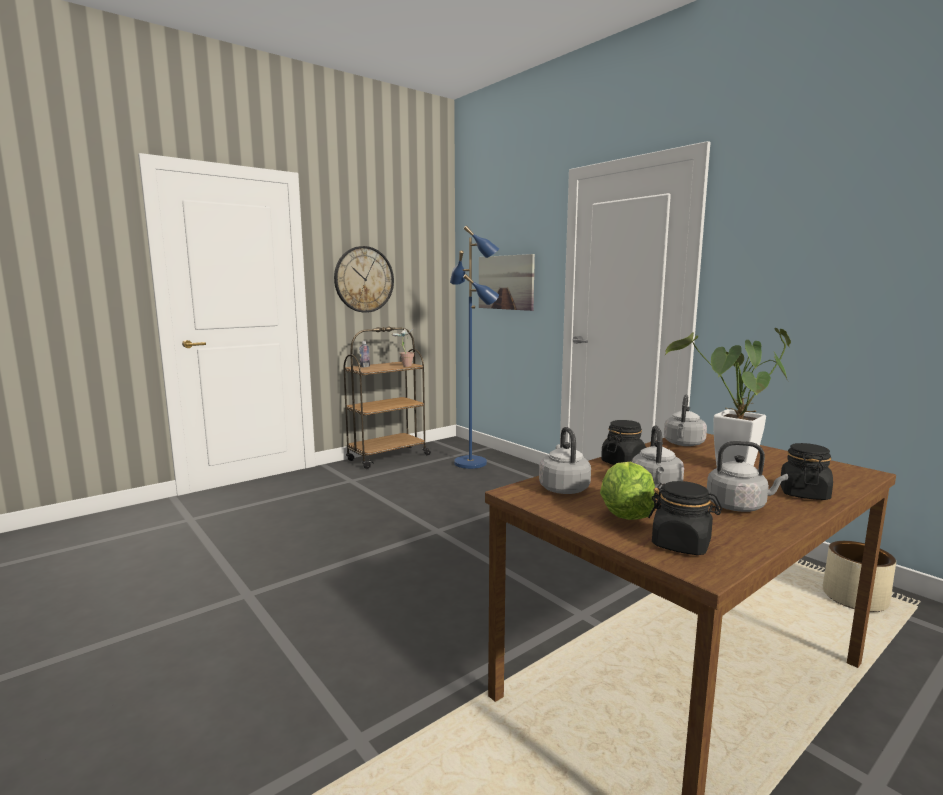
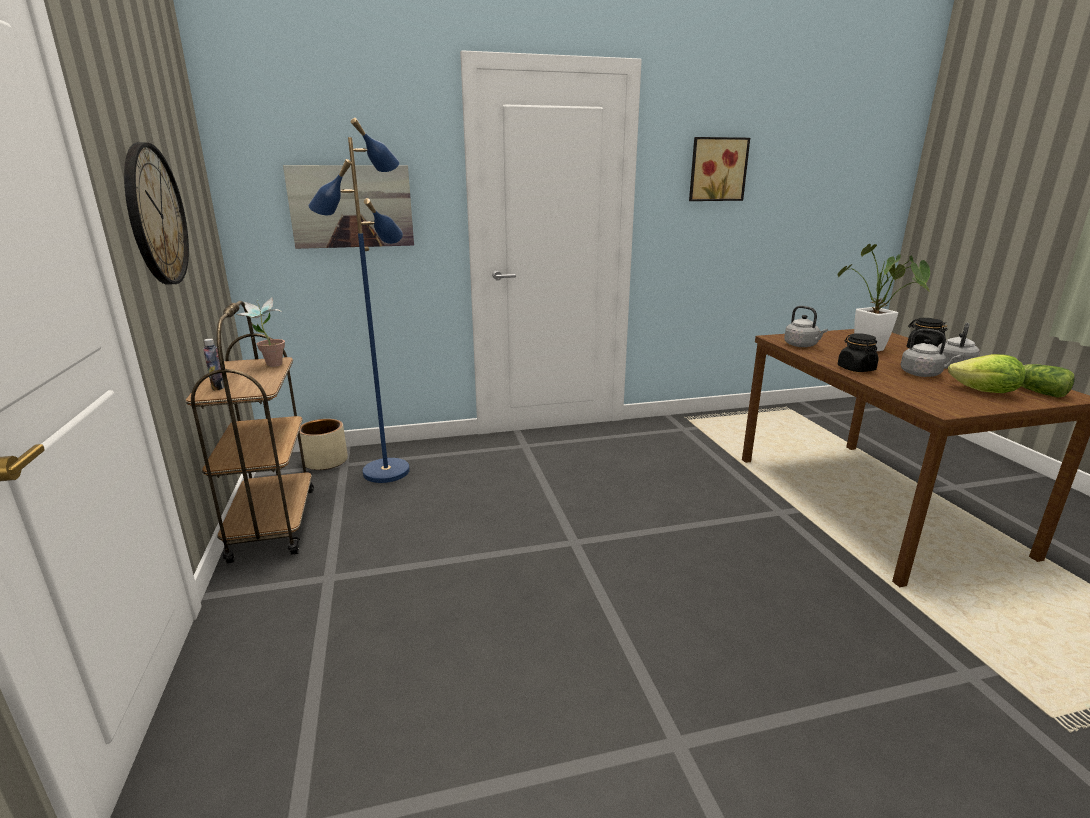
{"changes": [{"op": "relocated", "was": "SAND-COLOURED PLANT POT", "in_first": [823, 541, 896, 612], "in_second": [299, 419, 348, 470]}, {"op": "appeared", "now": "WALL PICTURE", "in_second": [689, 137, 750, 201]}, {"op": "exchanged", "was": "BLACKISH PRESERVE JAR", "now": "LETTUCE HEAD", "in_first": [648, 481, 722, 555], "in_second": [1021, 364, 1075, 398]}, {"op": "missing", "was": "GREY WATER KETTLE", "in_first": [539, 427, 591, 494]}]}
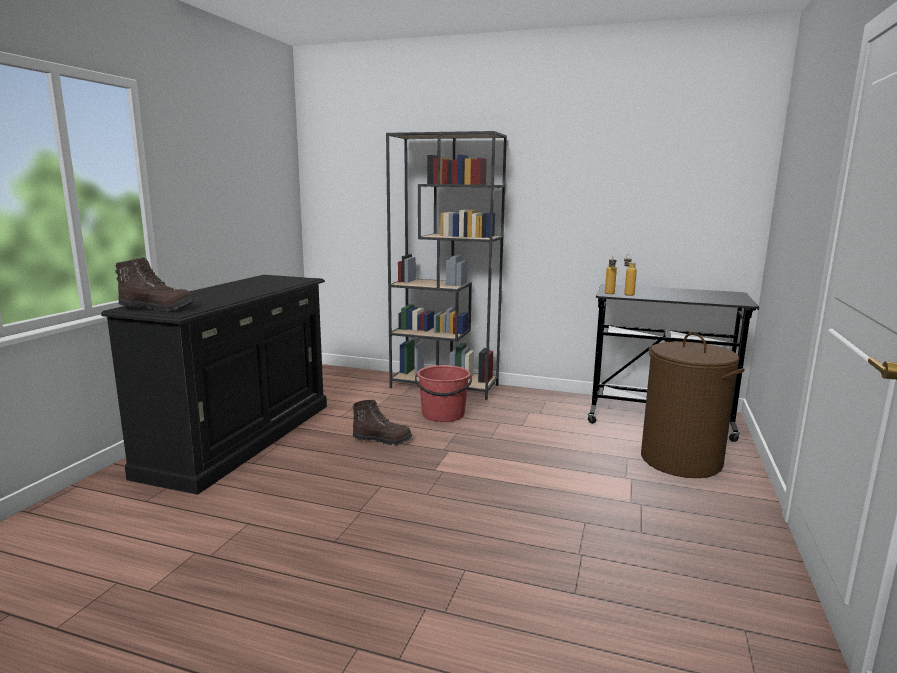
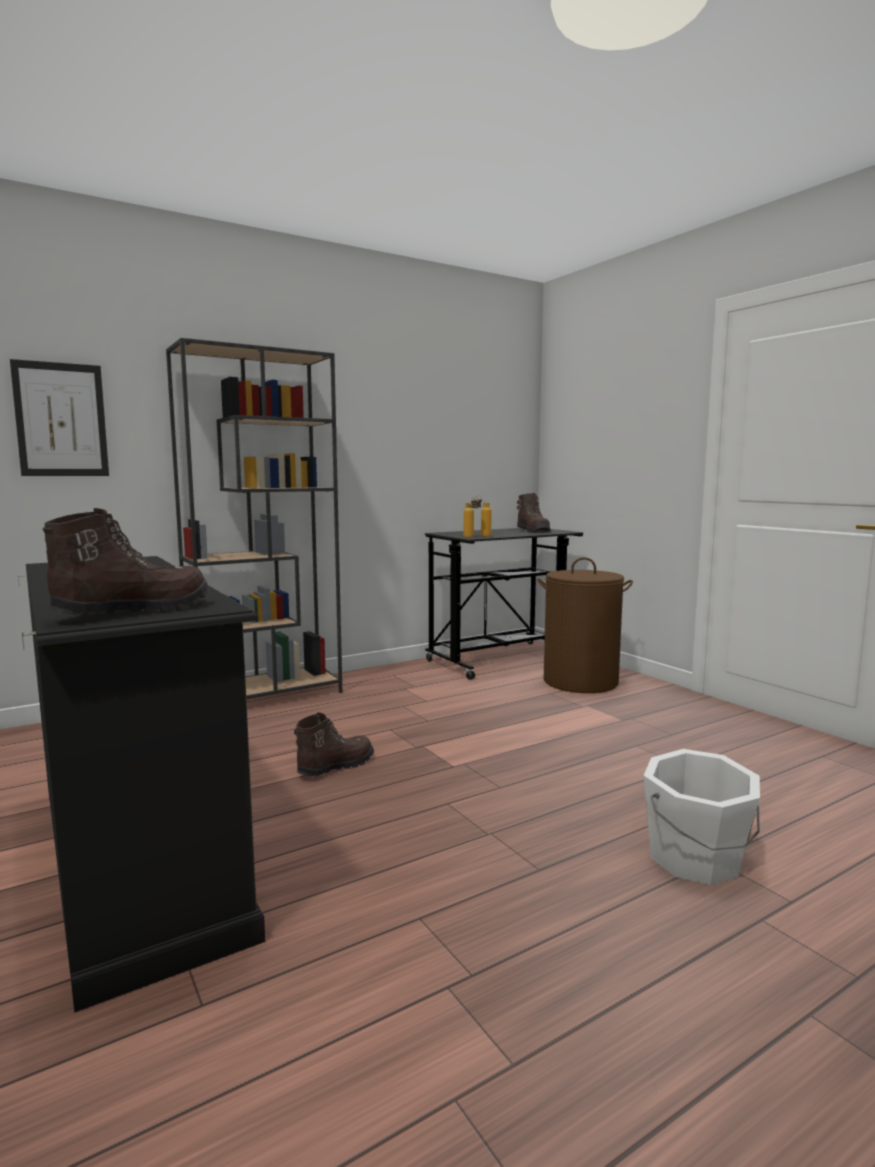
{"changes": [{"op": "appeared", "now": "WALL PICTURE", "in_second": [10, 359, 109, 476]}, {"op": "appeared", "now": "BROWNISH BOOT", "in_second": [517, 493, 551, 533]}, {"op": "appeared", "now": "WHITE WATER BUCKET", "in_second": [644, 749, 760, 885]}, {"op": "missing", "was": "RED-COLOURED WATER BUCKET", "in_first": [415, 365, 472, 422]}]}
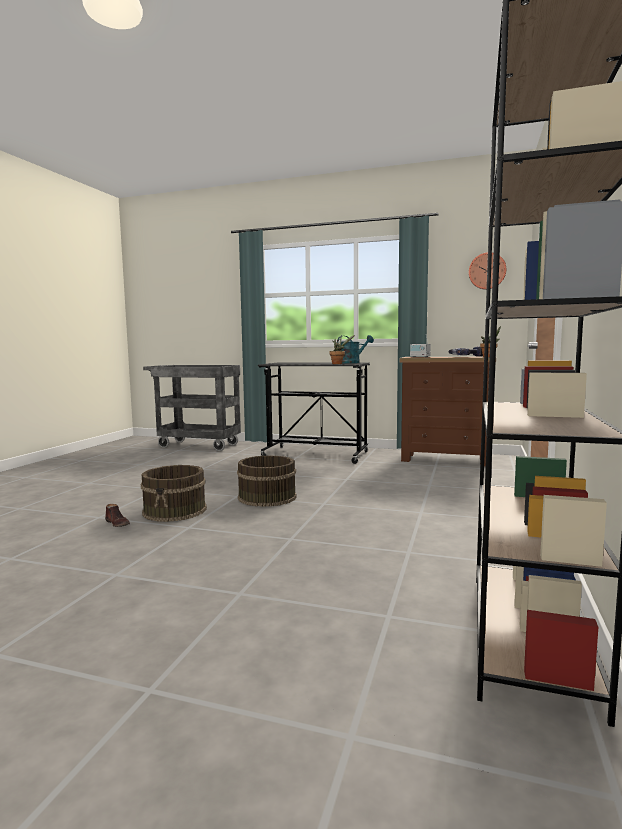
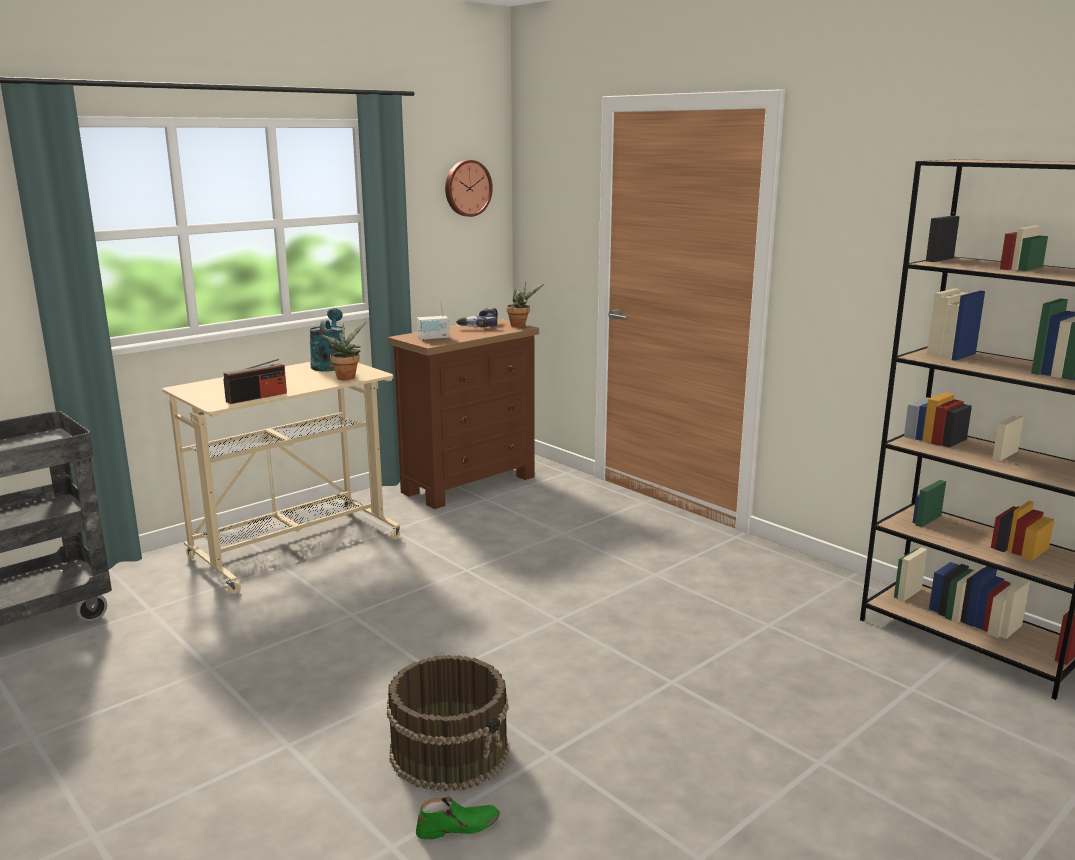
{"changes": [{"op": "colour", "was": "BLACKISH DESK UNIT", "now": "SAND-COLOURED DESK UNIT", "in_first": [258, 363, 370, 464], "in_second": [162, 362, 400, 594]}, {"op": "appeared", "now": "RADIO RECEIVER", "in_second": [223, 359, 287, 404]}, {"op": "colour", "was": "BROWNISH SHOE", "now": "GREEN-COLOURED SHOE", "in_first": [105, 504, 130, 527], "in_second": [416, 797, 500, 839]}, {"op": "missing", "was": "BROWNISH WATER BUCKET", "in_first": [237, 455, 297, 507]}]}
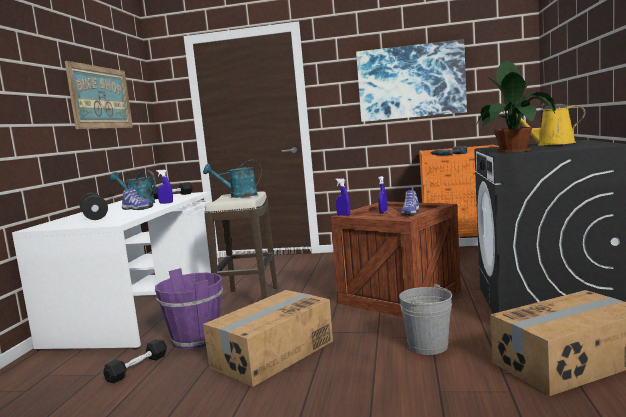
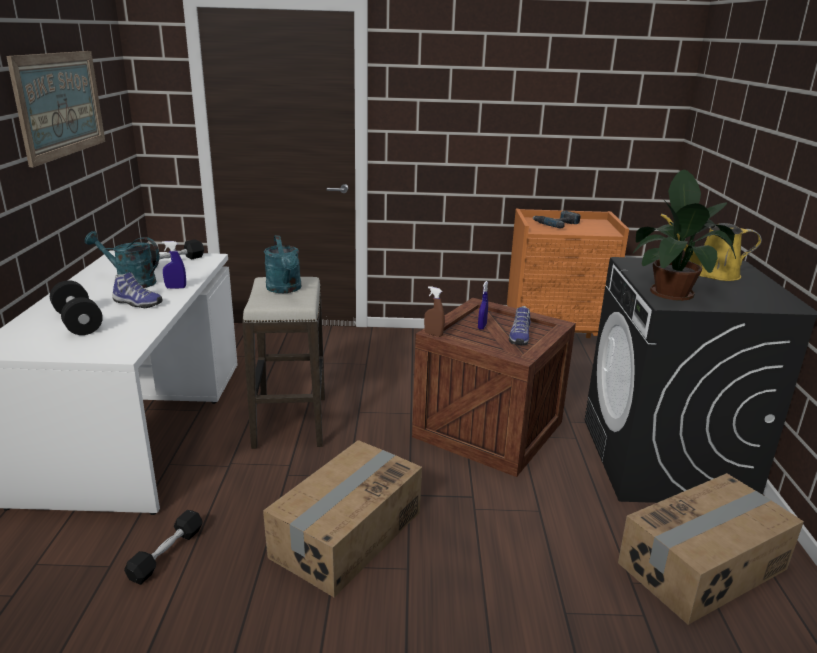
{"changes": [{"op": "spun", "was": "TURQUOISE-COLOURED SPRINKLING CAN", "in_first": [203, 160, 262, 198], "in_second": [264, 235, 301, 293], "clockwise": -90}, {"op": "colour", "was": "BLUISH SPRAY BOTTLE", "now": "BROWNISH SPRAY BOTTLE", "in_first": [335, 178, 350, 216], "in_second": [424, 286, 445, 337]}, {"op": "missing", "was": "PURPLE-COLOURED WATER BUCKET", "in_first": [155, 268, 223, 349]}, {"op": "missing", "was": "WALL PICTURE", "in_first": [356, 39, 467, 122]}, {"op": "missing", "was": "GREY WATER BUCKET", "in_first": [399, 284, 452, 355]}]}
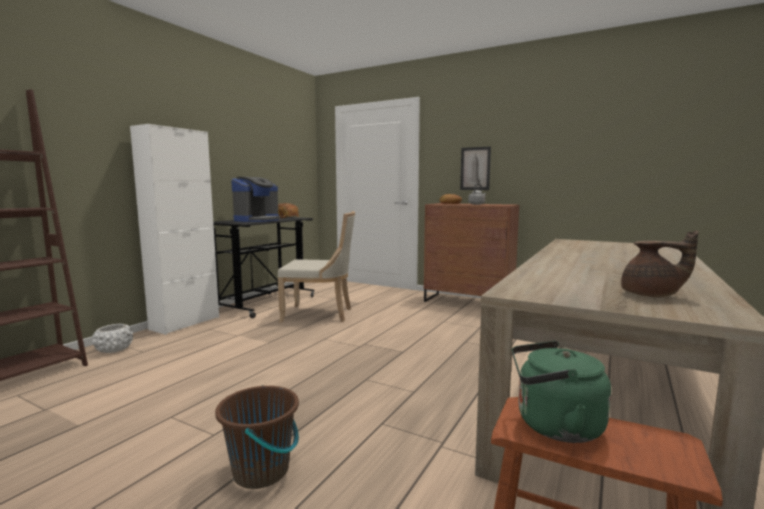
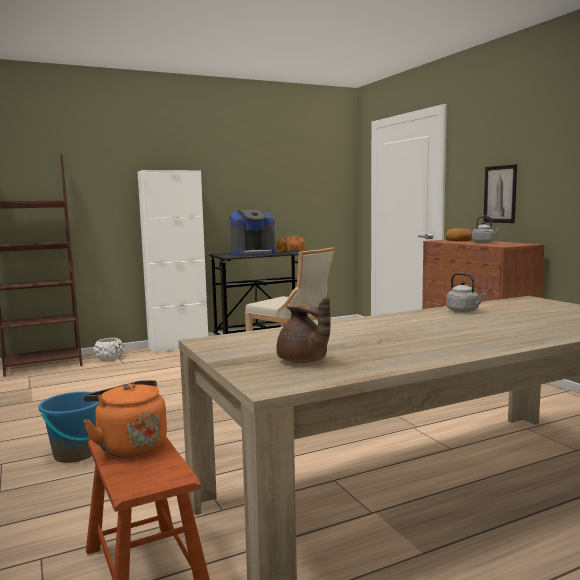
{"changes": [{"op": "colour", "was": "BROWNISH WATER BUCKET", "now": "BLUISH WATER BUCKET", "in_first": [215, 385, 299, 489], "in_second": [38, 392, 99, 463]}, {"op": "colour", "was": "GREEN-COLOURED WATER KETTLE", "now": "ORANGE-COLOURED WATER KETTLE", "in_first": [512, 341, 611, 443], "in_second": [83, 380, 167, 457]}, {"op": "appeared", "now": "GREY WATER KETTLE", "in_second": [446, 273, 486, 312]}]}
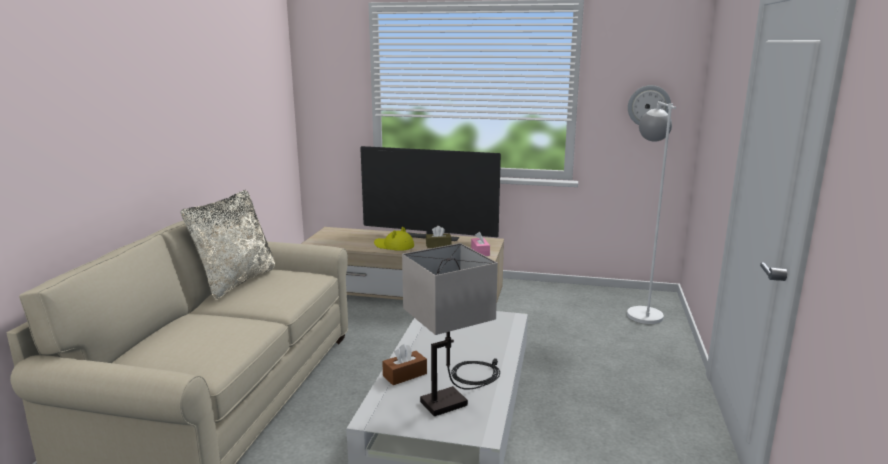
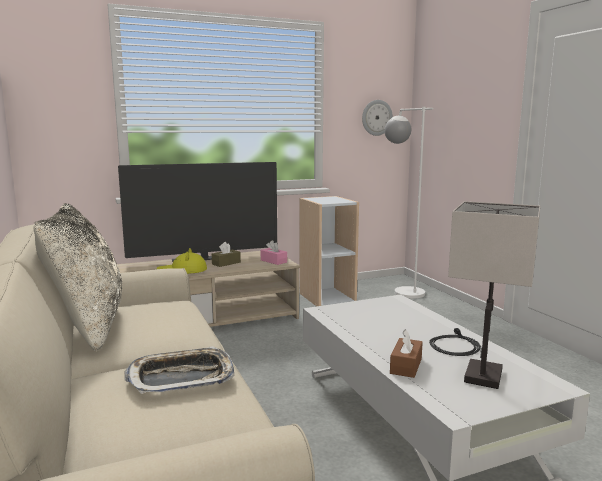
{"changes": [{"op": "appeared", "now": "CARRYING TRAY", "in_second": [125, 346, 234, 394]}, {"op": "appeared", "now": "SHELVING UNIT", "in_second": [299, 196, 359, 306]}]}
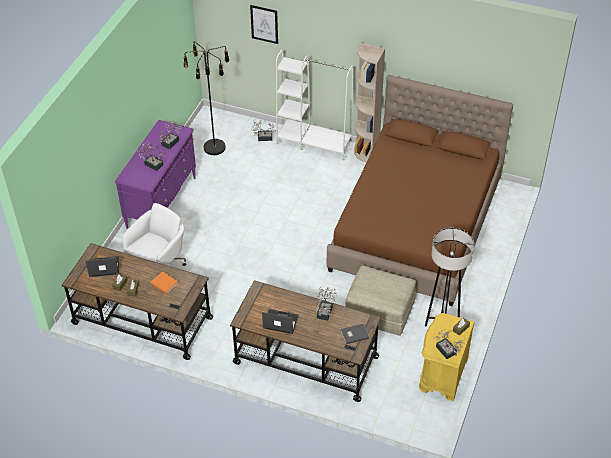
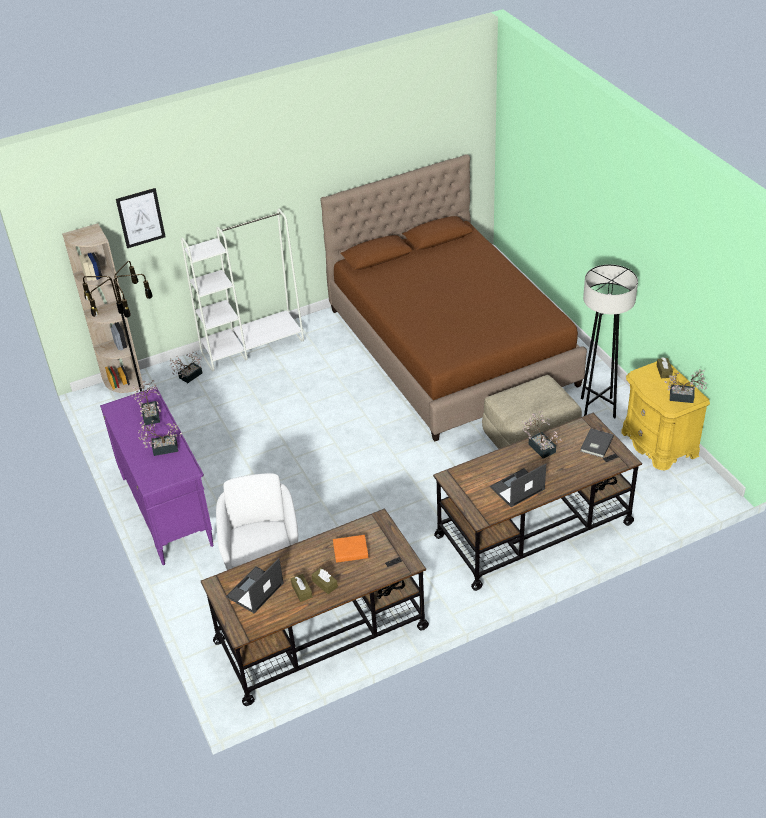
{"changes": [{"op": "relocated", "was": "SAND-COLOURED SHELVING UNIT", "in_first": [354, 43, 385, 162], "in_second": [62, 223, 144, 393]}]}
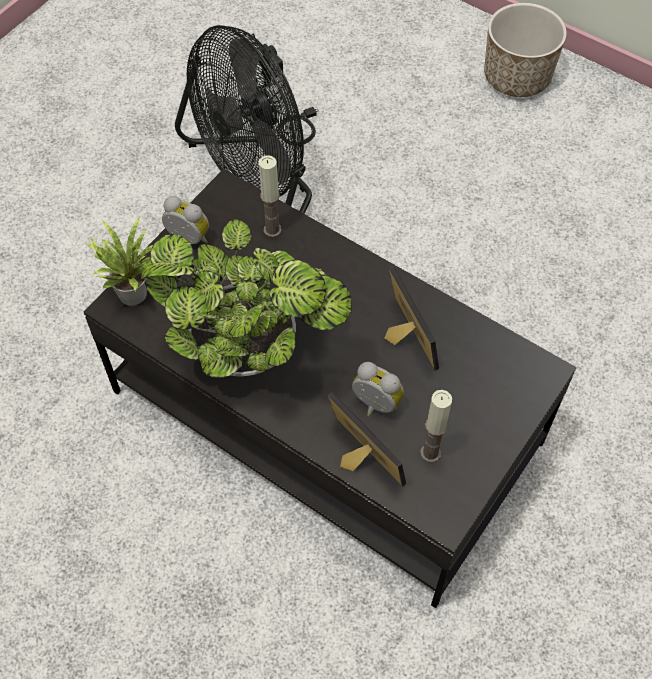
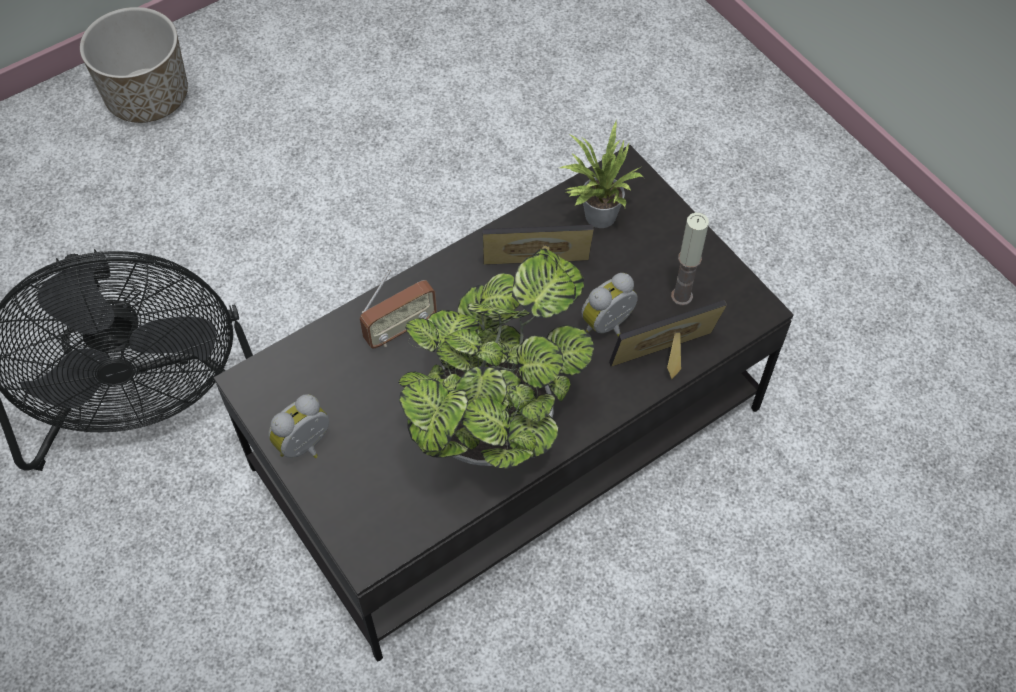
{"changes": [{"op": "appeared", "now": "RADIO RECEIVER", "in_second": [360, 269, 437, 349]}, {"op": "relocated", "was": "HOUSEPLANT", "in_first": [87, 217, 153, 306], "in_second": [560, 121, 643, 228]}, {"op": "missing", "was": "CANDLE", "in_first": [259, 155, 282, 237]}]}
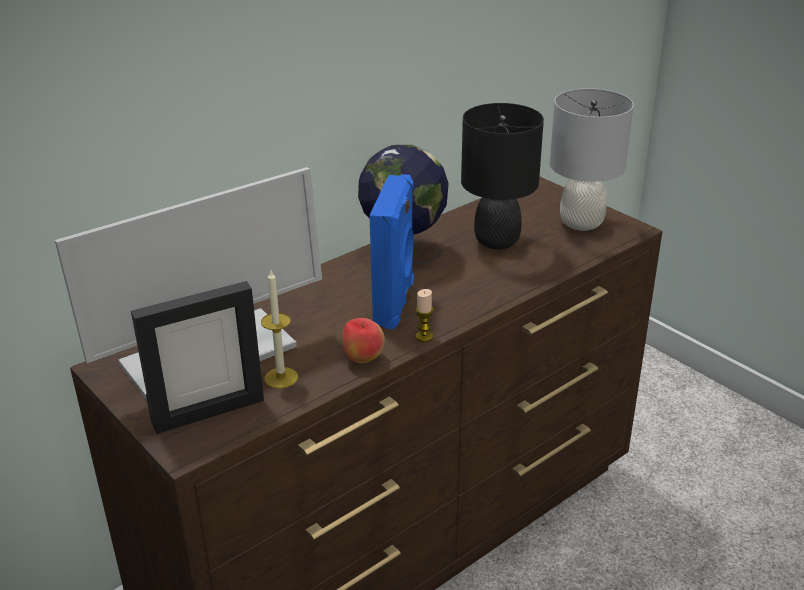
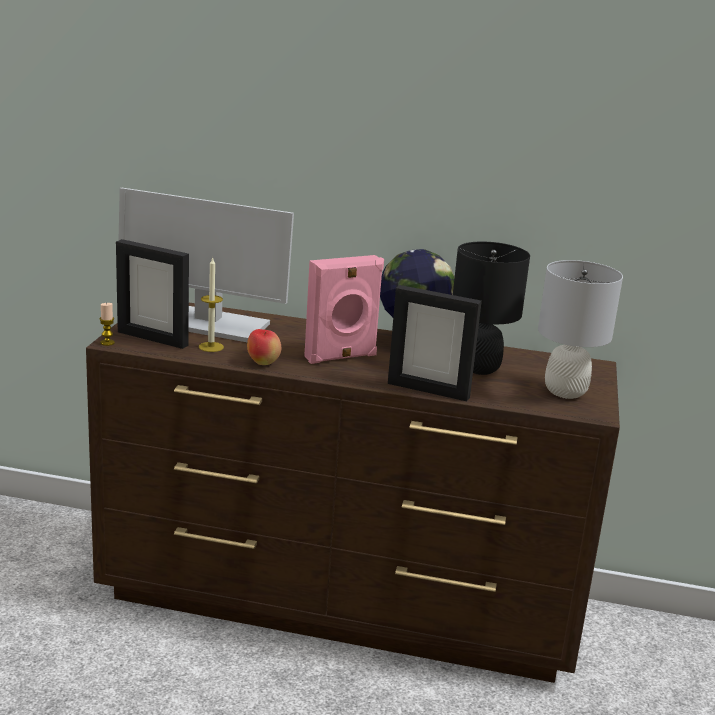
{"changes": [{"op": "relocated", "was": "CANDLE", "in_first": [415, 289, 434, 342], "in_second": [100, 303, 115, 346]}, {"op": "colour", "was": "BLUISH LOUDSPEAKER", "now": "PINKISH LOUDSPEAKER", "in_first": [369, 174, 414, 329], "in_second": [304, 255, 384, 364]}, {"op": "appeared", "now": "PICTURE FRAME", "in_second": [388, 285, 482, 401]}]}
